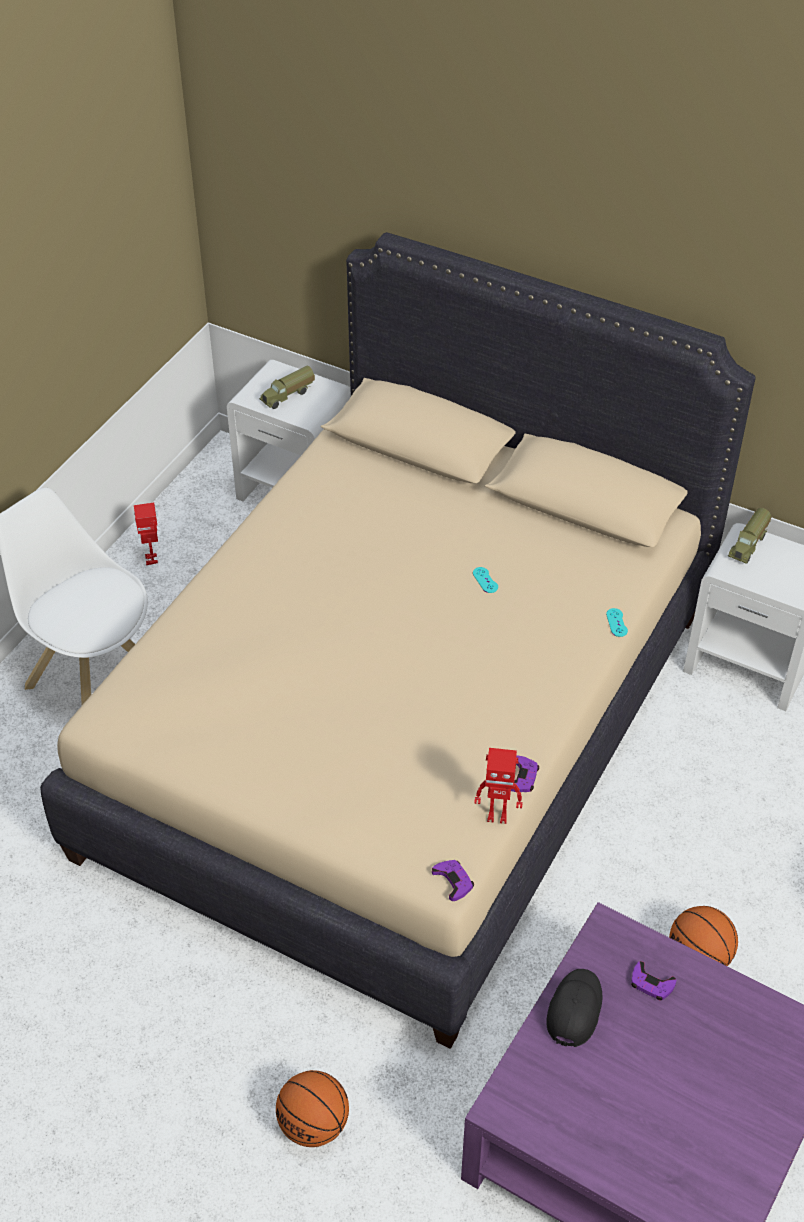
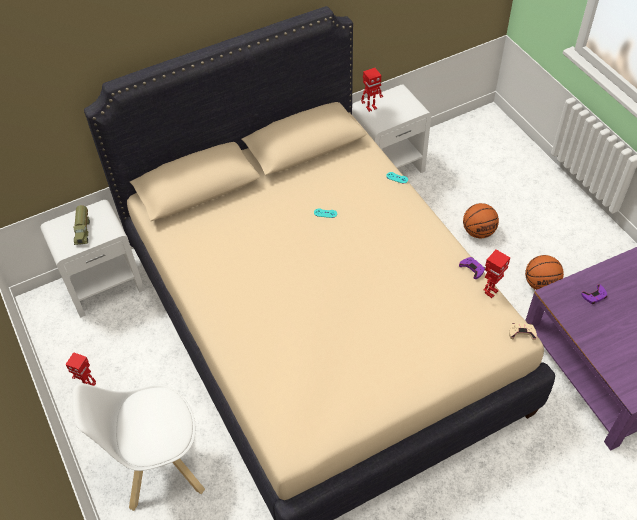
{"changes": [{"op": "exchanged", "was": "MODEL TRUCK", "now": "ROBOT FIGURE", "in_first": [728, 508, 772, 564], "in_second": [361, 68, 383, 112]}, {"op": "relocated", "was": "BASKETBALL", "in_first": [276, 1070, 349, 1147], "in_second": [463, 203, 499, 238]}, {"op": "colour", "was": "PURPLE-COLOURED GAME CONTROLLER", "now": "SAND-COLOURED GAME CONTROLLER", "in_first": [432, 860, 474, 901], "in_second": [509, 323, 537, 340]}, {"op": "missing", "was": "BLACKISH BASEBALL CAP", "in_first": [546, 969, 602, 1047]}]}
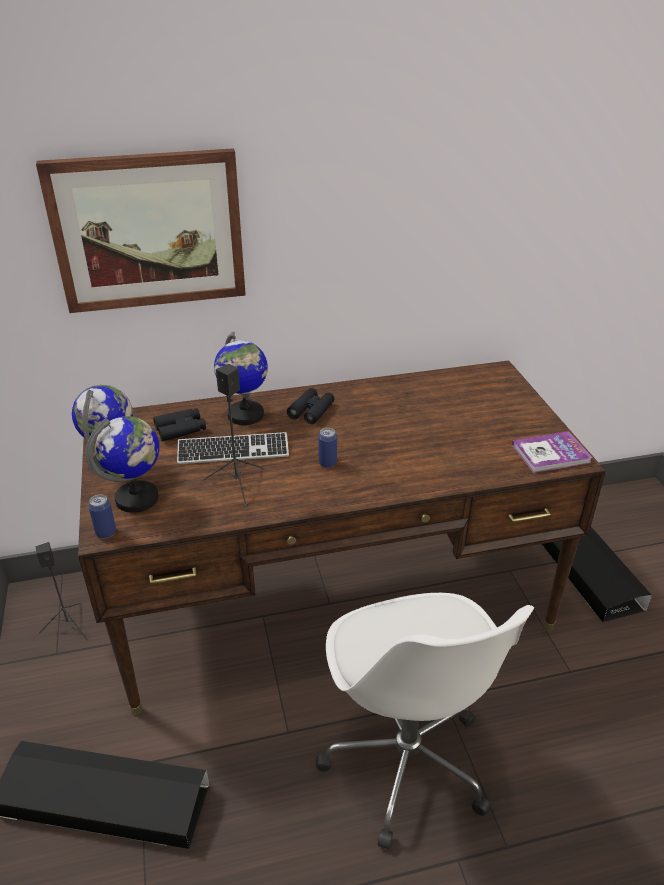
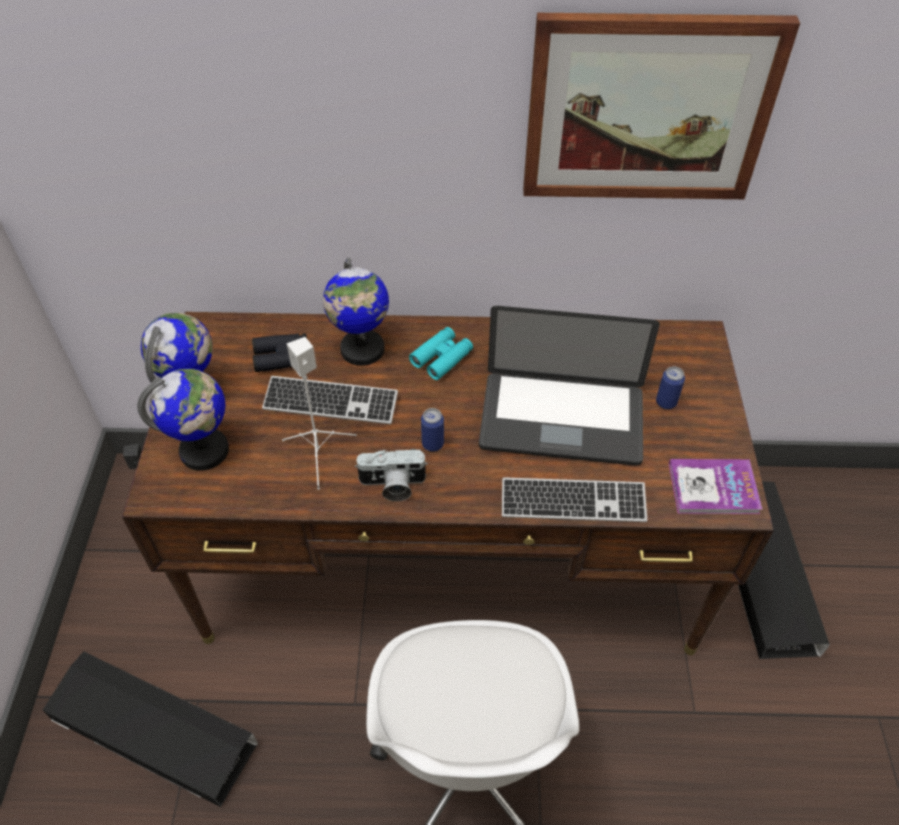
{"changes": [{"op": "colour", "was": "BLACKISH LOUDSPEAKER", "now": "WHITE LOUDSPEAKER", "in_first": [202, 364, 263, 507], "in_second": [282, 337, 356, 490]}, {"op": "appeared", "now": "STILL CAMERA", "in_second": [355, 449, 428, 501]}, {"op": "colour", "was": "BLACKISH FIELD GLASSES", "now": "TURQUOISE-COLOURED FIELD GLASSES", "in_first": [287, 388, 335, 424], "in_second": [409, 327, 473, 380]}, {"op": "appeared", "now": "NOTEBOOK COMPUTER", "in_second": [479, 306, 660, 466]}, {"op": "appeared", "now": "KEYBOARD", "in_second": [502, 477, 647, 522]}, {"op": "relocated", "was": "WALL PICTURE", "in_first": [36, 148, 246, 313], "in_second": [523, 13, 800, 199]}, {"op": "relocated", "was": "CAN", "in_first": [88, 494, 116, 539], "in_second": [656, 366, 685, 409]}]}
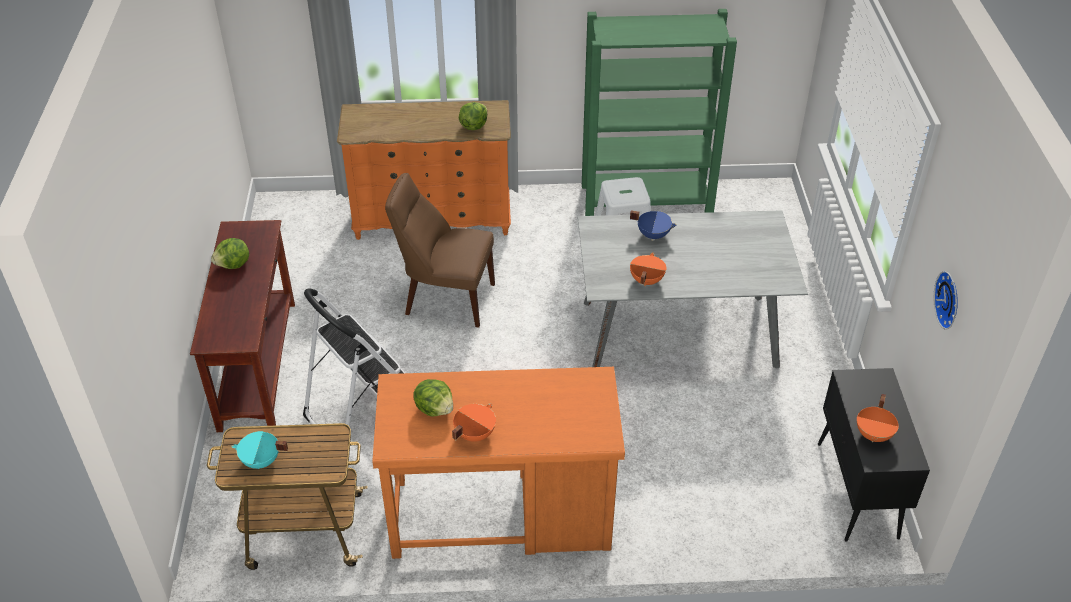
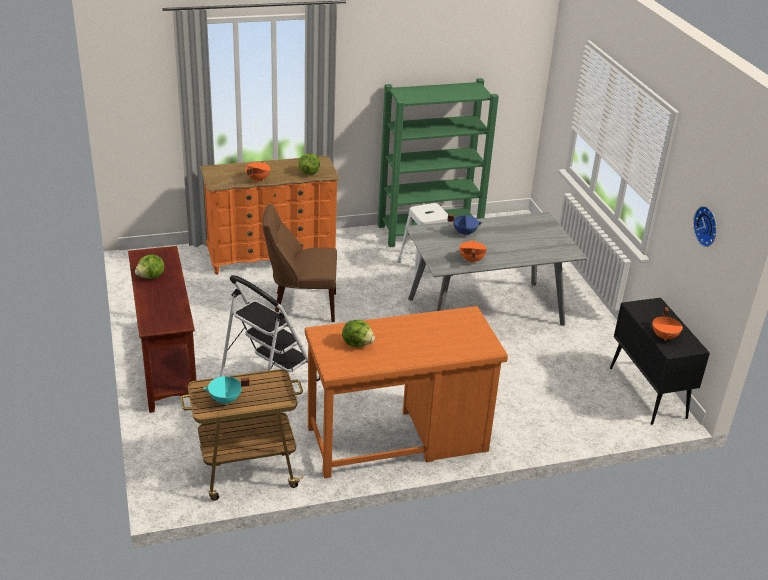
{"changes": [{"op": "relocated", "was": "ORANGE-COLOURED COOKING POT", "in_first": [452, 403, 496, 442], "in_second": [245, 162, 271, 182]}]}
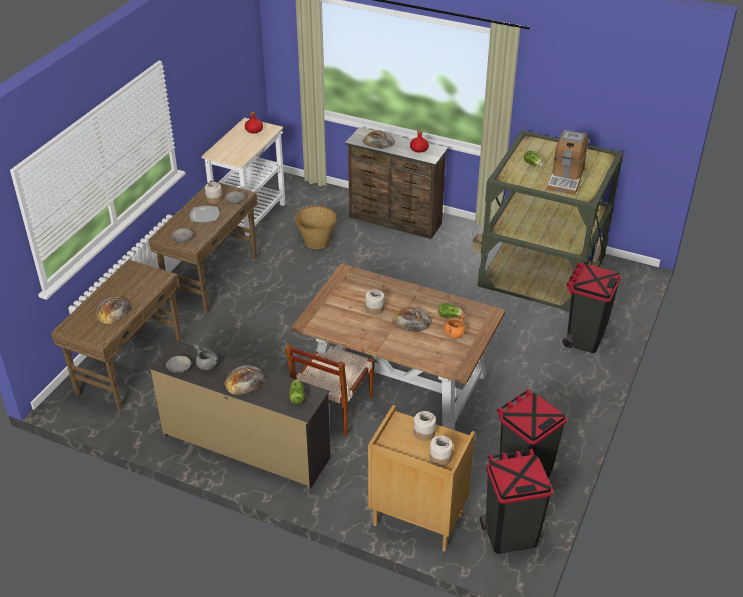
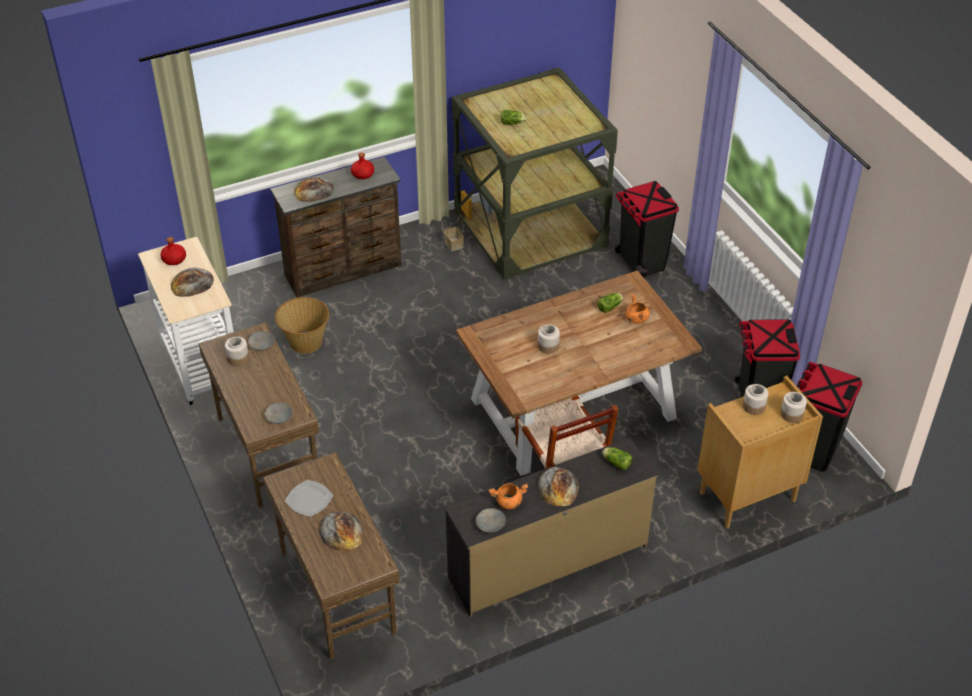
{"changes": [{"op": "relocated", "was": "BREAD", "in_first": [392, 307, 432, 332], "in_second": [171, 268, 214, 297]}, {"op": "relocated", "was": "PLATE", "in_first": [190, 206, 219, 223], "in_second": [285, 480, 333, 517]}, {"op": "colour", "was": "GREY COOKING POT", "now": "ORANGE-COLOURED COOKING POT", "in_first": [194, 345, 218, 370], "in_second": [488, 483, 528, 509]}, {"op": "missing", "was": "COFFEE MAKER", "in_first": [547, 130, 589, 195]}]}
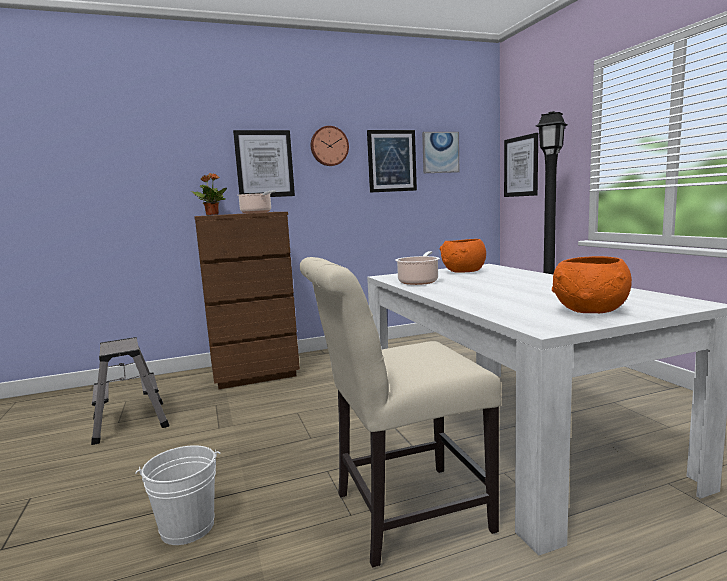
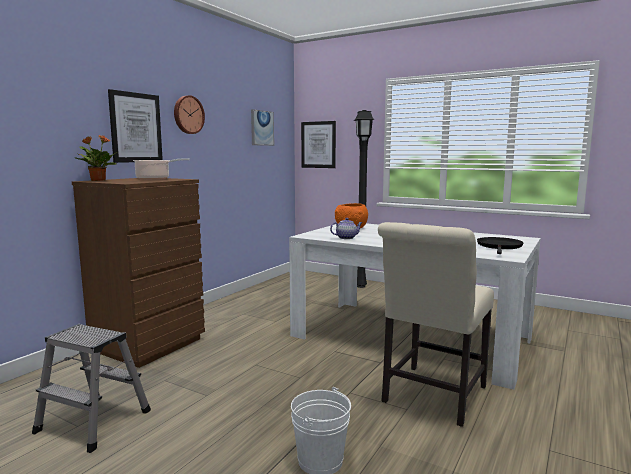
{"changes": [{"op": "exchanged", "was": "COOKING POT", "now": "TEA POT", "in_first": [395, 251, 440, 285], "in_second": [330, 218, 363, 239]}, {"op": "exchanged", "was": "ORANGE-COLOURED BOWL", "now": "BLACKISH FRYING PAN", "in_first": [552, 256, 632, 313], "in_second": [477, 237, 524, 254]}, {"op": "missing", "was": "WALL PICTURE", "in_first": [367, 130, 417, 193]}]}
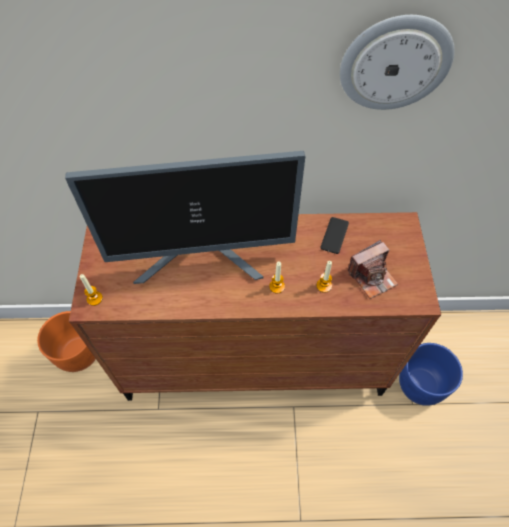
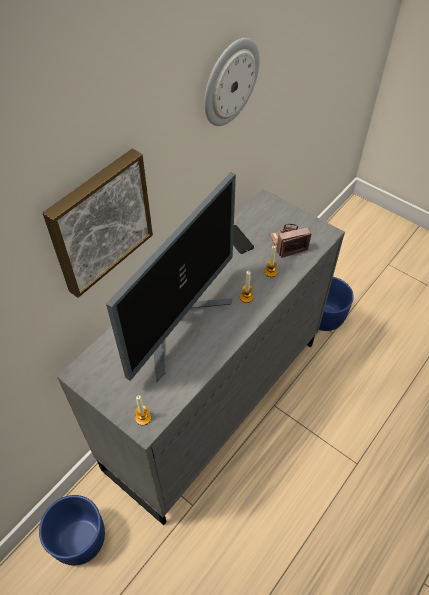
{"changes": [{"op": "colour", "was": "ORANGE-COLOURED PLANT POT", "now": "BLUISH PLANT POT", "in_first": [37, 311, 96, 372], "in_second": [39, 495, 105, 566]}, {"op": "appeared", "now": "WALL PICTURE", "in_second": [43, 149, 153, 298]}, {"op": "colour", "was": "BROWNISH DRESSER", "now": "GREY DRESSER", "in_first": [69, 212, 441, 401], "in_second": [57, 189, 345, 525]}, {"op": "spun", "was": "STILL CAMERA", "in_first": [348, 240, 398, 299], "in_second": [269, 224, 311, 258], "clockwise": -120}]}
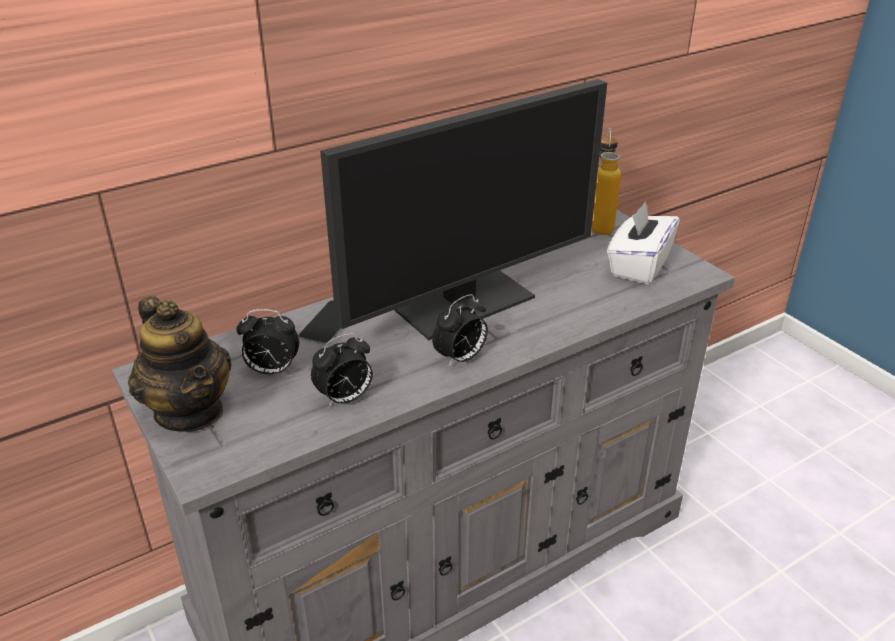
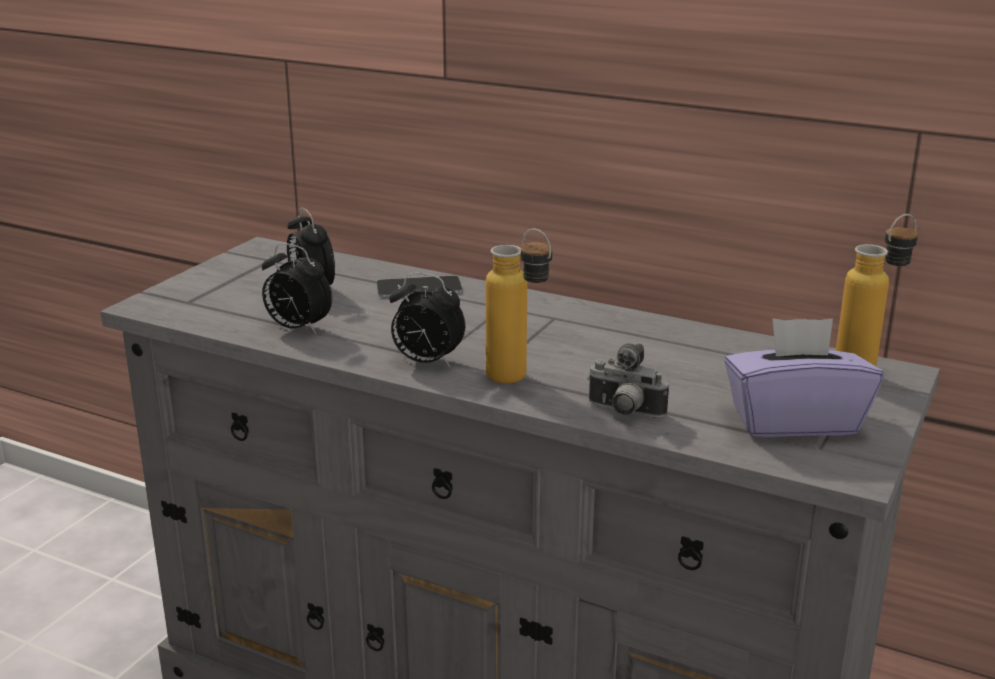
{"changes": [{"op": "appeared", "now": "DRINK BOTTLE", "in_second": [486, 229, 552, 384]}, {"op": "appeared", "now": "STILL CAMERA", "in_second": [587, 343, 669, 418]}, {"op": "colour", "was": "WHITE TISSUE HOLDER", "now": "PURPLE-COLOURED TISSUE HOLDER", "in_first": [607, 201, 680, 285], "in_second": [724, 318, 883, 437]}, {"op": "missing", "was": "TEA POT", "in_first": [128, 296, 232, 432]}, {"op": "missing", "was": "MONITOR", "in_first": [320, 79, 607, 340]}]}
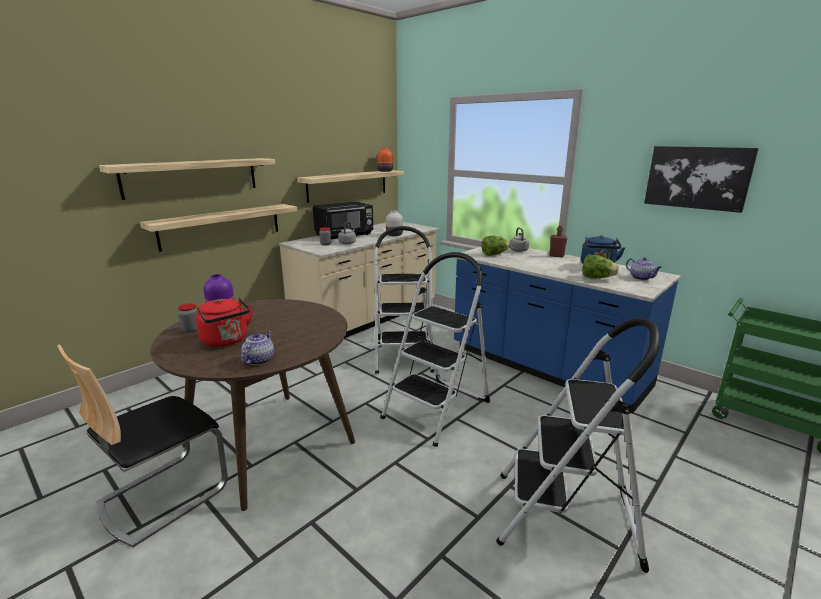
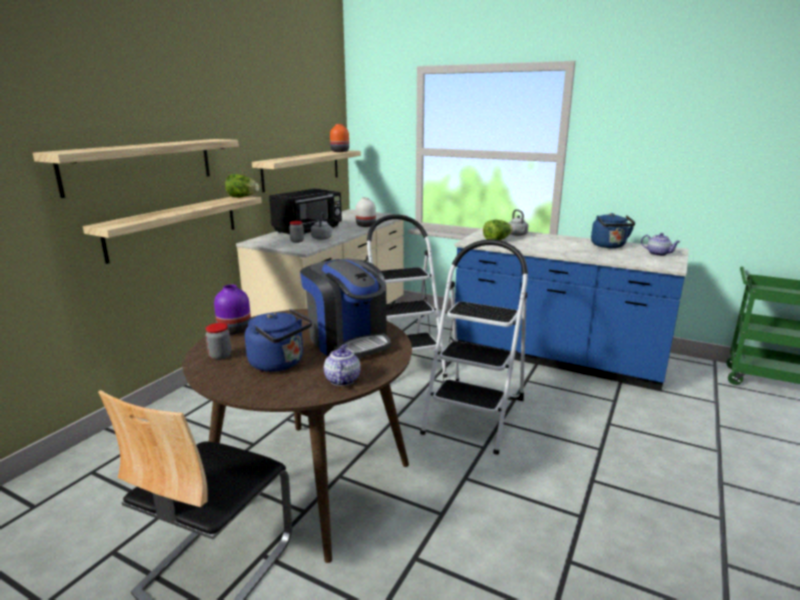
{"changes": [{"op": "relocated", "was": "LETTUCE HEAD", "in_first": [582, 254, 619, 278], "in_second": [225, 174, 259, 198]}, {"op": "colour", "was": "RED-COLOURED WATER KETTLE", "now": "BLUISH WATER KETTLE", "in_first": [196, 297, 253, 347], "in_second": [245, 309, 312, 372]}, {"op": "appeared", "now": "COFFEE MAKER", "in_second": [300, 259, 391, 358]}, {"op": "missing", "was": "STEP LADDER", "in_first": [496, 318, 660, 573]}, {"op": "missing", "was": "RED-COLOURED DRINK BOTTLE", "in_first": [549, 226, 568, 257]}, {"op": "missing", "was": "WALL PICTURE", "in_first": [644, 146, 759, 213]}]}
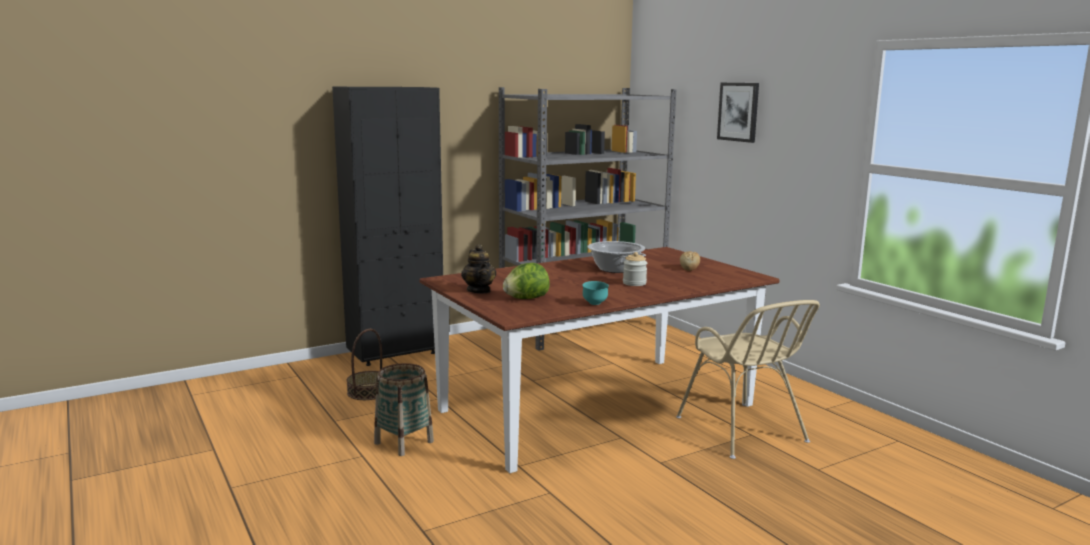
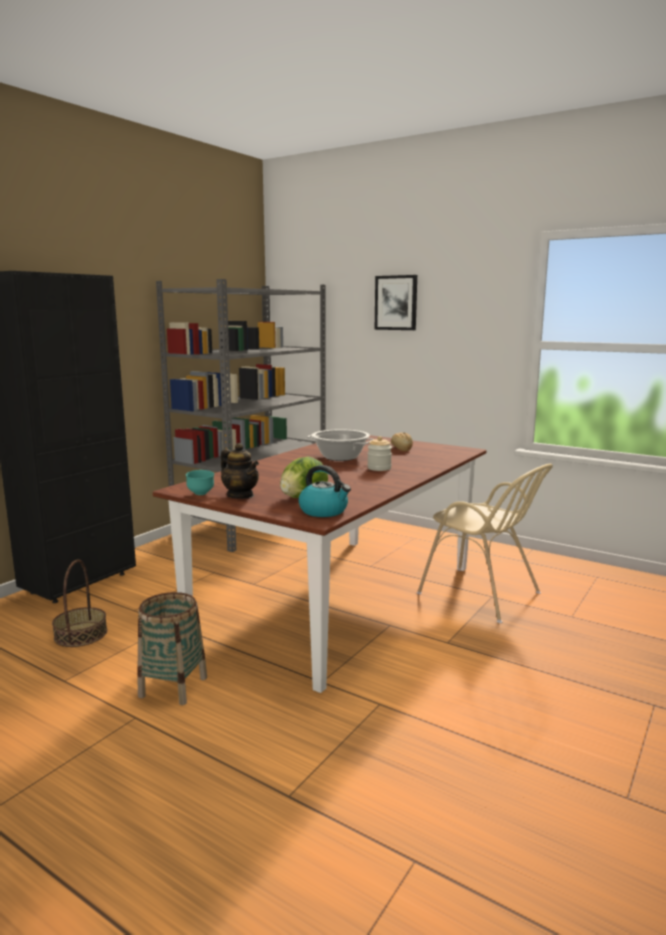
{"changes": [{"op": "relocated", "was": "TURQUOISE-COLOURED BOWL", "in_first": [583, 281, 609, 305], "in_second": [186, 470, 214, 495]}, {"op": "appeared", "now": "WATER KETTLE", "in_second": [299, 465, 351, 517]}]}
